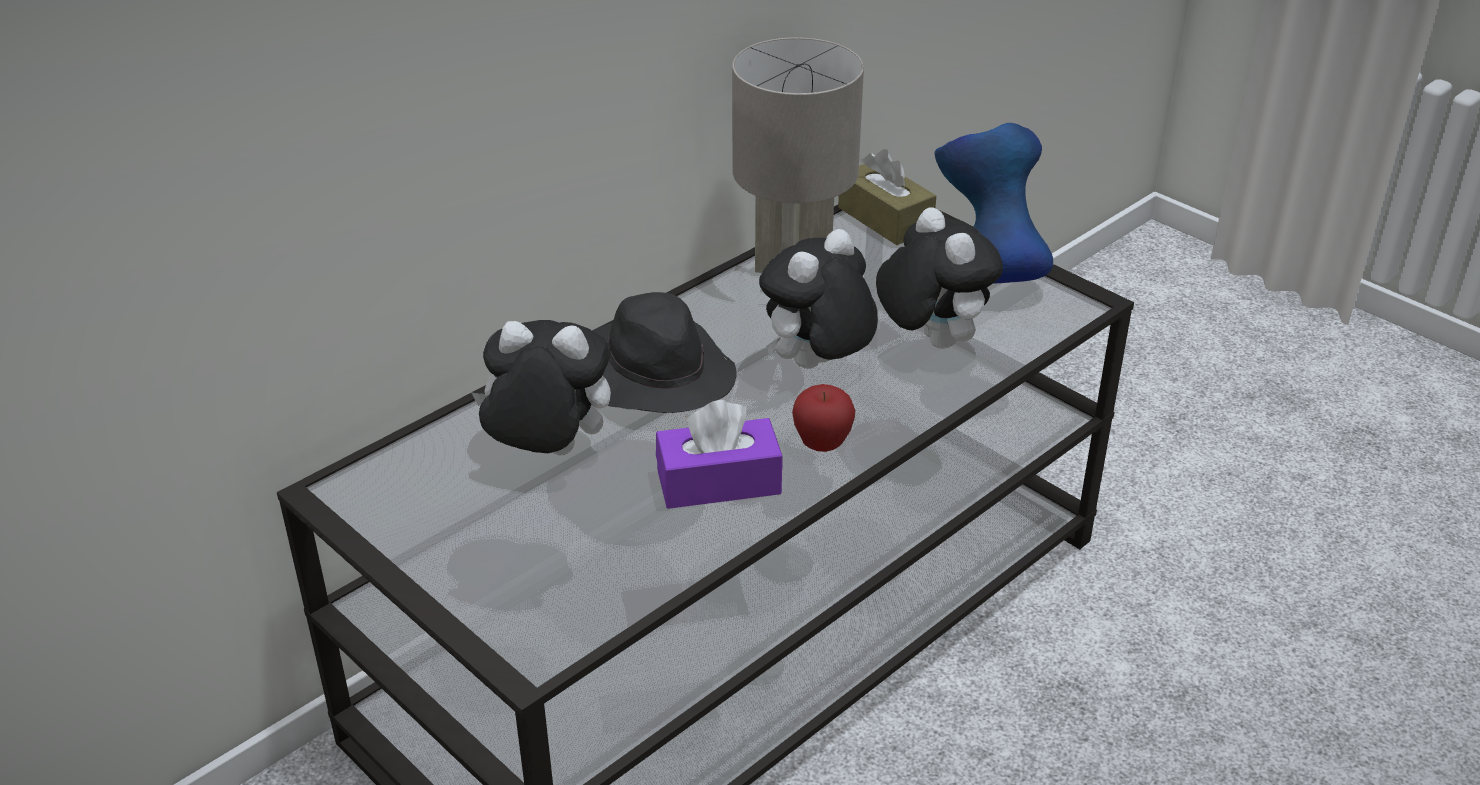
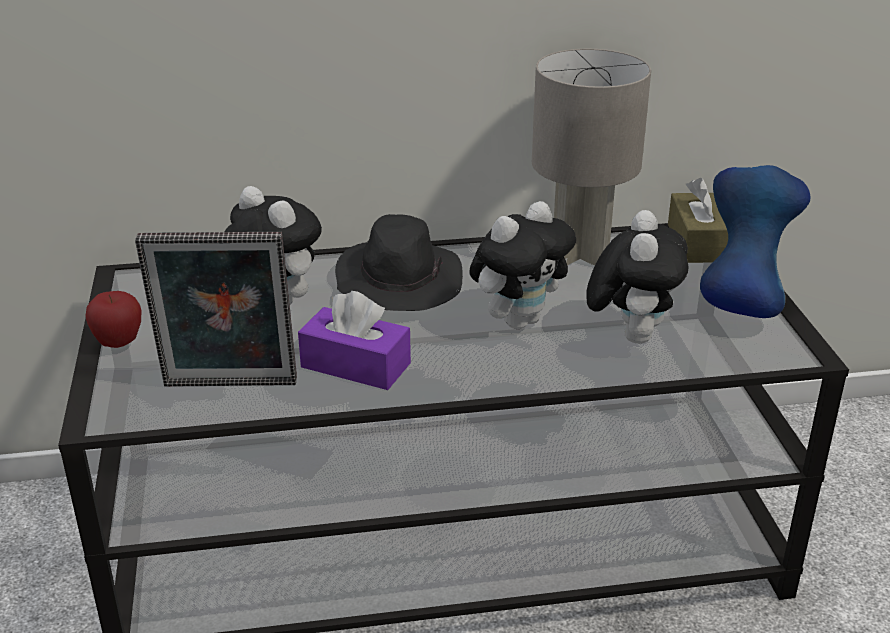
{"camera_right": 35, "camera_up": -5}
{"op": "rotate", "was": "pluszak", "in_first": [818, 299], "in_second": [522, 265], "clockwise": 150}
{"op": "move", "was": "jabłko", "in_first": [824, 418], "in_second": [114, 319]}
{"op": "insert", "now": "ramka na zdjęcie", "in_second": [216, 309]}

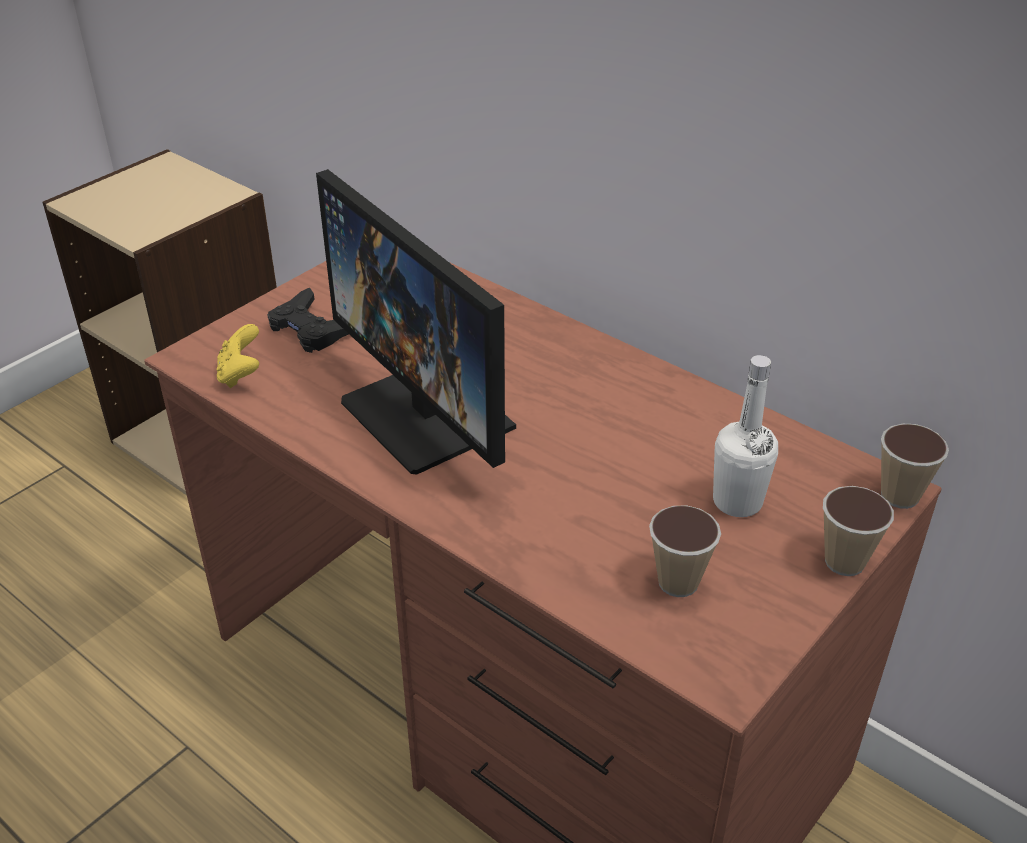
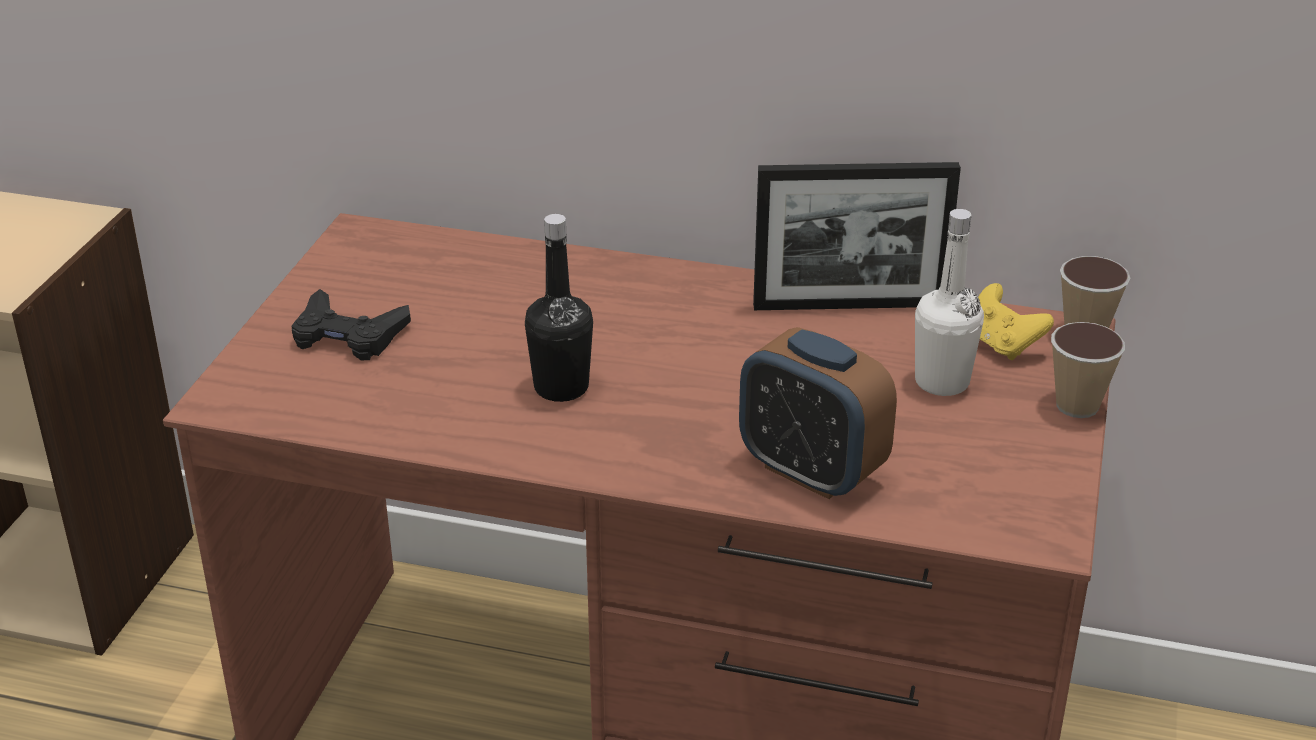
{"camera_right": -25, "camera_up": -5}
{"op": "move", "was": "pad do gier [żółty]", "in_first": [238, 356], "in_second": [1016, 321]}
{"op": "replace", "was": "monitor", "now": "butelka [czarny]", "in_first": [416, 321], "in_second": [559, 308]}
{"op": "delete", "was": "filiżanka", "in_first": [685, 551]}
{"op": "insert", "now": "budzik", "in_second": [818, 413]}
{"op": "insert", "now": "ramka na zdjęcie", "in_second": [857, 236]}

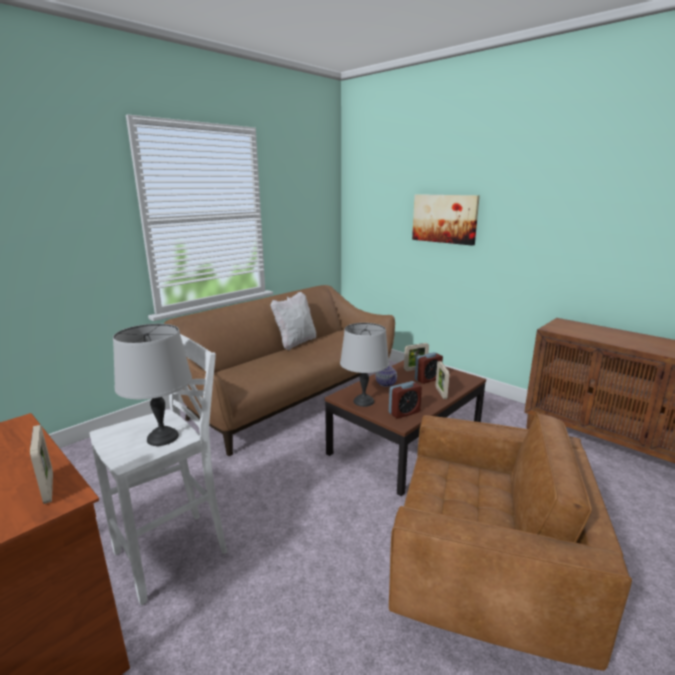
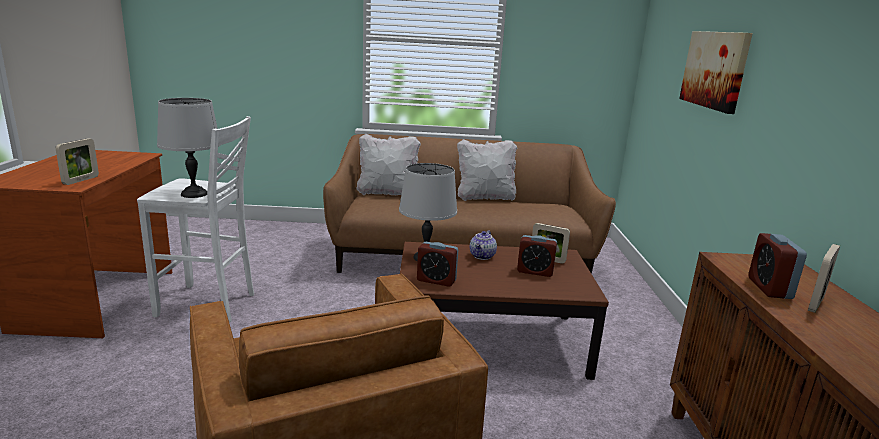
{"camera_right": 45, "camera_up": 0}
{"op": "move", "was": "ramka na zdjęcie", "in_first": [442, 380], "in_second": [824, 278]}
{"op": "insert", "now": "poduszka [biały]", "in_second": [388, 164]}
{"op": "insert", "now": "budzik", "in_second": [777, 266]}

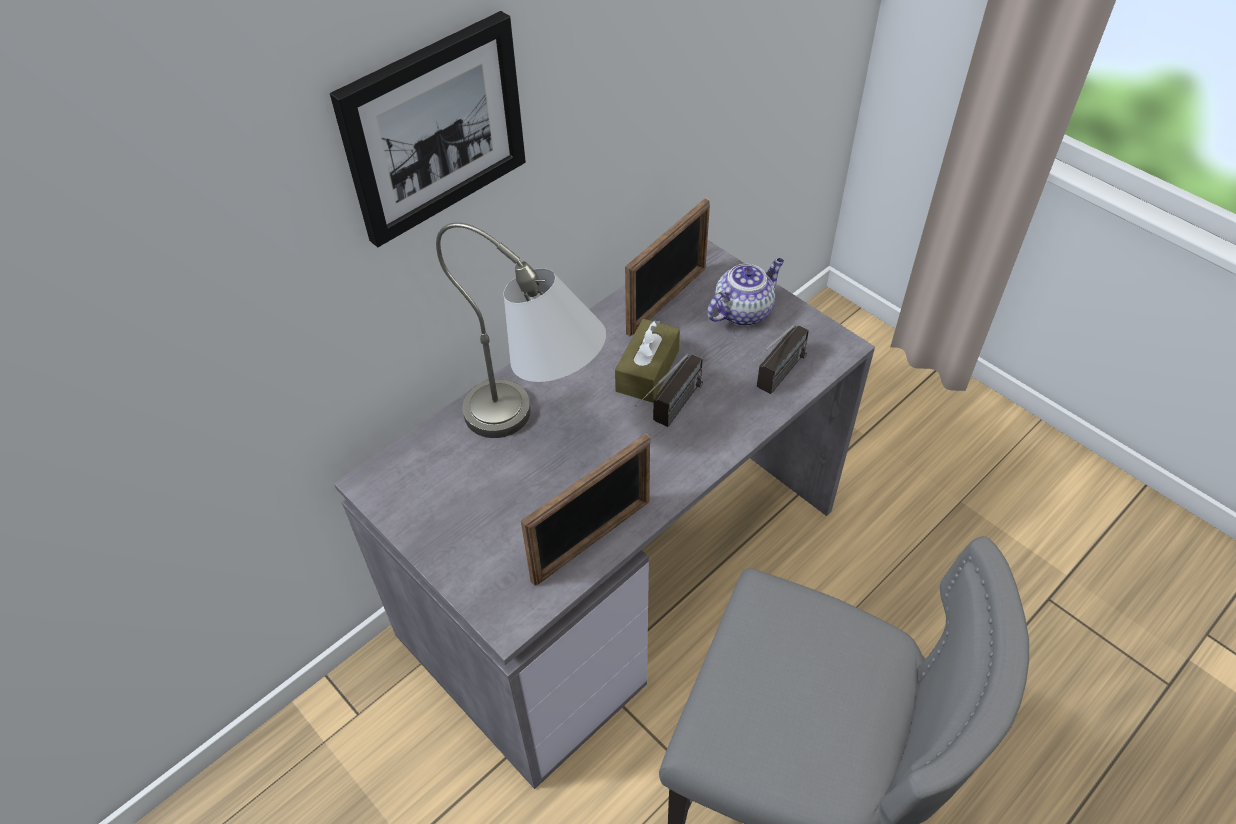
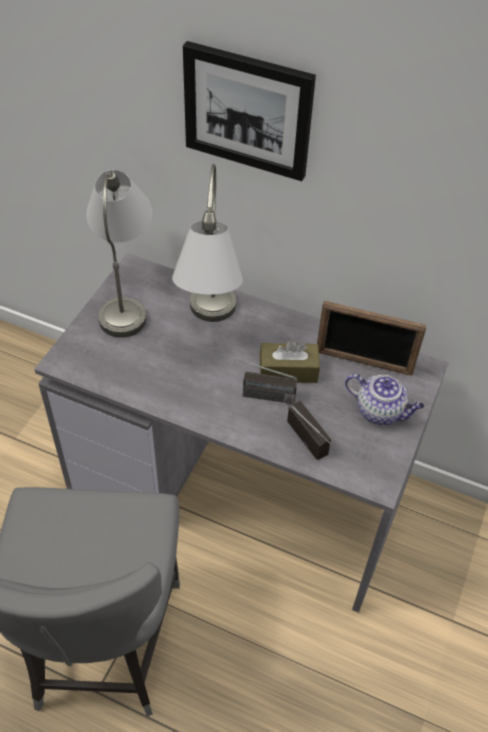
{"camera_right": 65, "camera_up": 0}
{"op": "delete", "was": "ramka na zdjęcie", "in_first": [585, 509]}
{"op": "rotate", "was": "radio", "in_first": [776, 359], "in_second": [314, 430], "clockwise": -135}
{"op": "insert", "now": "lampa stołowa [szary]", "in_second": [119, 253]}

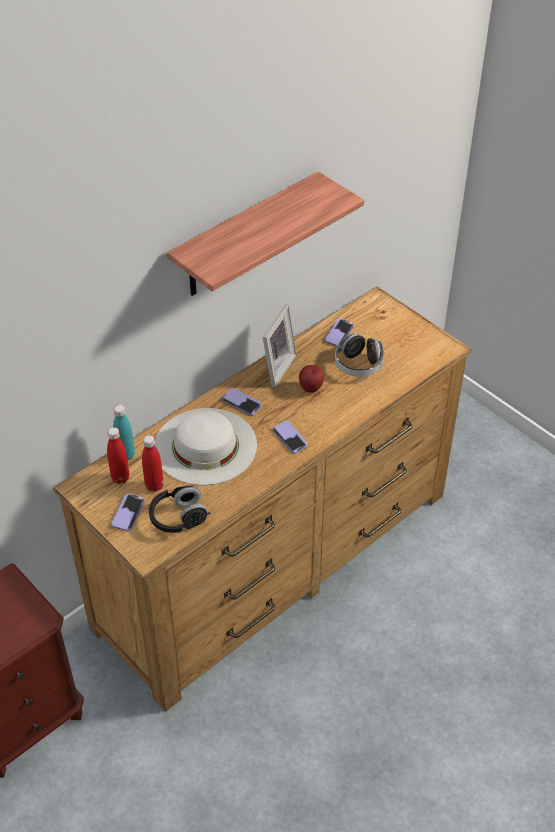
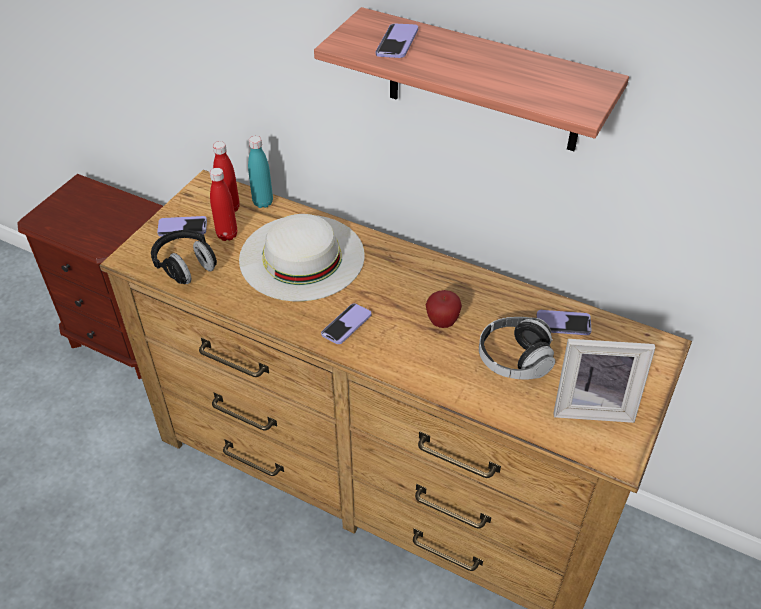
{"camera_right": 70, "camera_up": 0}
{"op": "move", "was": "telefon", "in_first": [242, 402], "in_second": [397, 41]}
{"op": "move", "was": "ramka na zdjęcie", "in_first": [279, 345], "in_second": [604, 381]}

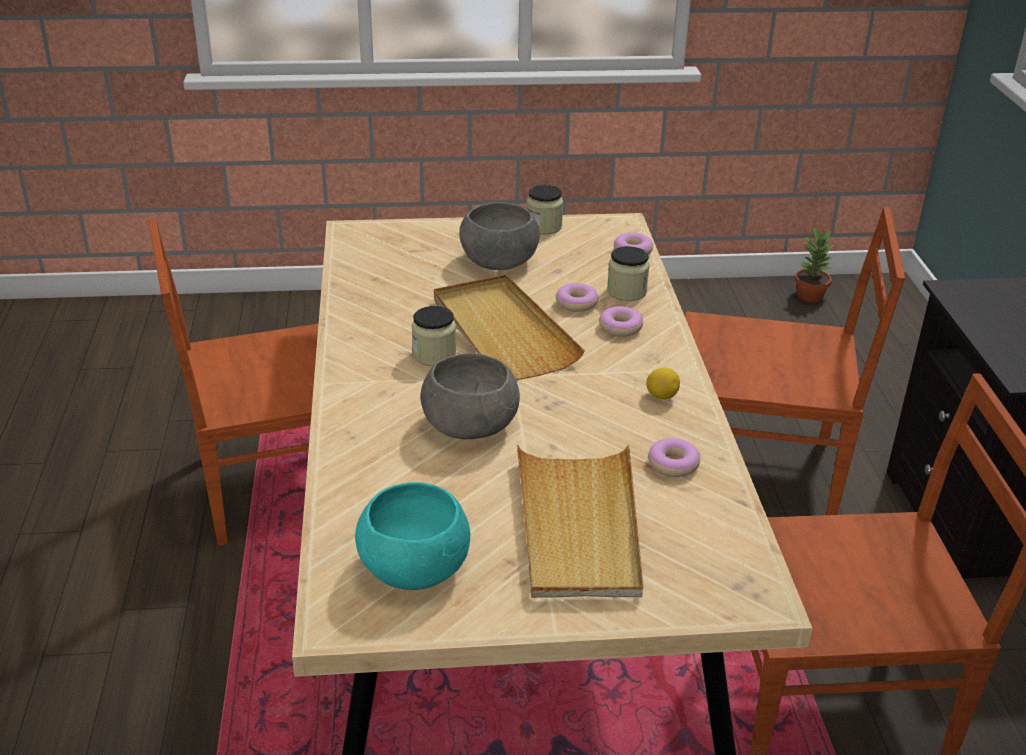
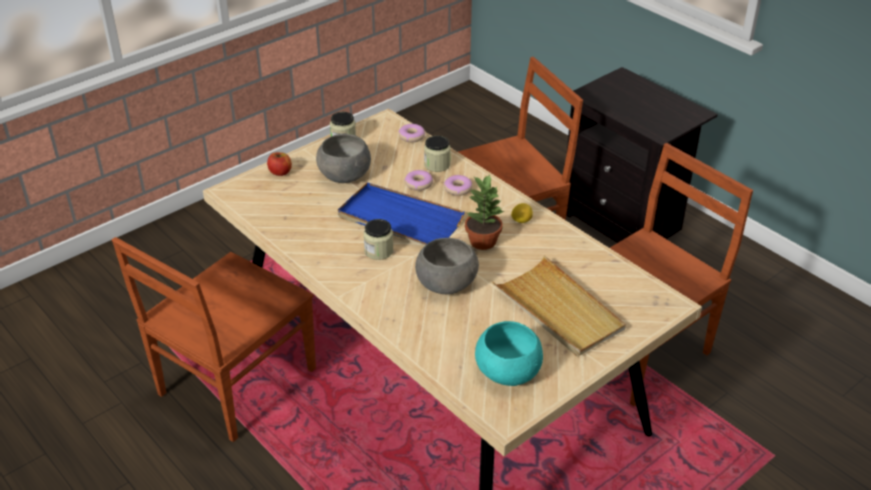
{"camera_right": -35, "camera_up": 5}
{"op": "recolor", "was": "taca [beżowy]", "now": "taca [niebieski]", "in_first": [509, 327], "in_second": [401, 214]}
{"op": "delete", "was": "donut", "in_first": [674, 457]}
{"op": "move", "was": "roślina doniczkowa", "in_first": [815, 264], "in_second": [484, 212]}
{"op": "insert", "now": "jabłko", "in_second": [279, 164]}

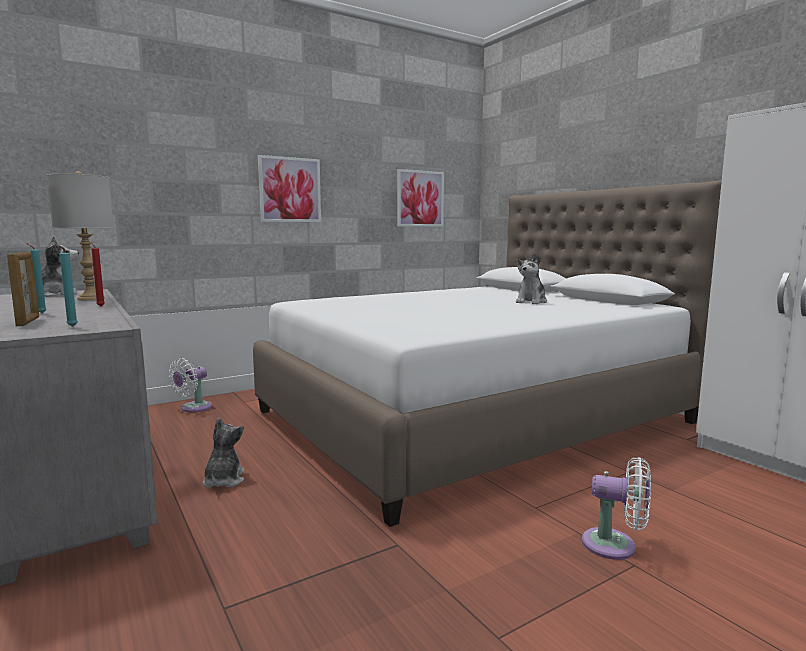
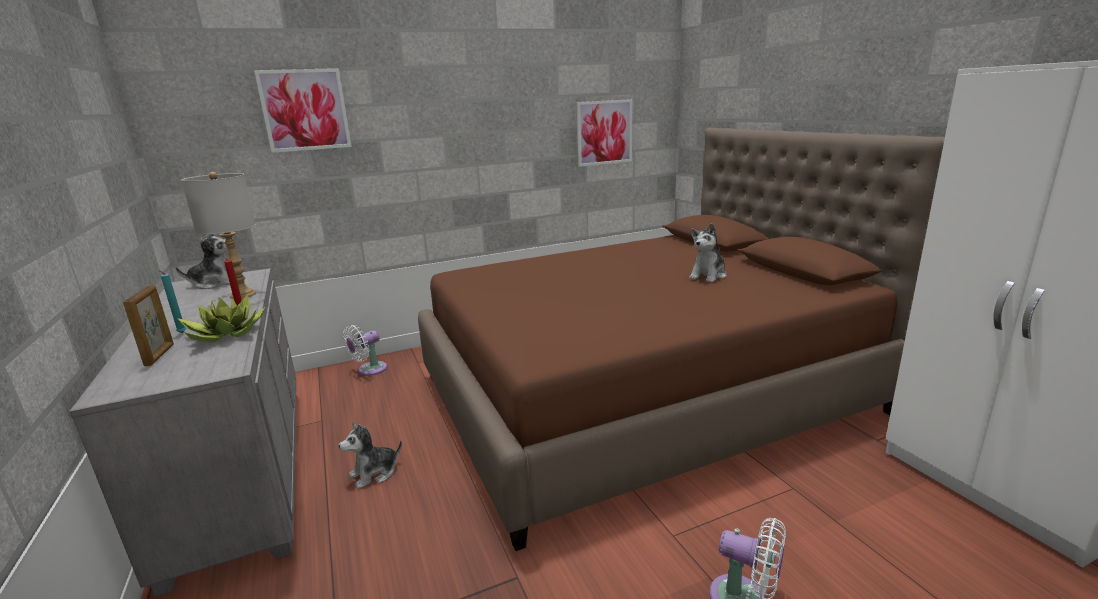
{"camera_right": 10, "camera_up": 10}
{"op": "delete", "was": "świeca [turkusowy]", "in_first": [68, 286]}
{"op": "rotate", "was": "pluszak", "in_first": [223, 452], "in_second": [370, 455], "clockwise": -135}
{"op": "recolor", "was": "łóżko [biały]", "now": "łóżko [brązowy]", "in_first": [487, 354], "in_second": [681, 339]}
{"op": "move", "was": "obraz", "in_first": [289, 188], "in_second": [303, 110]}
{"op": "insert", "now": "roślina doniczkowa", "in_second": [221, 319]}

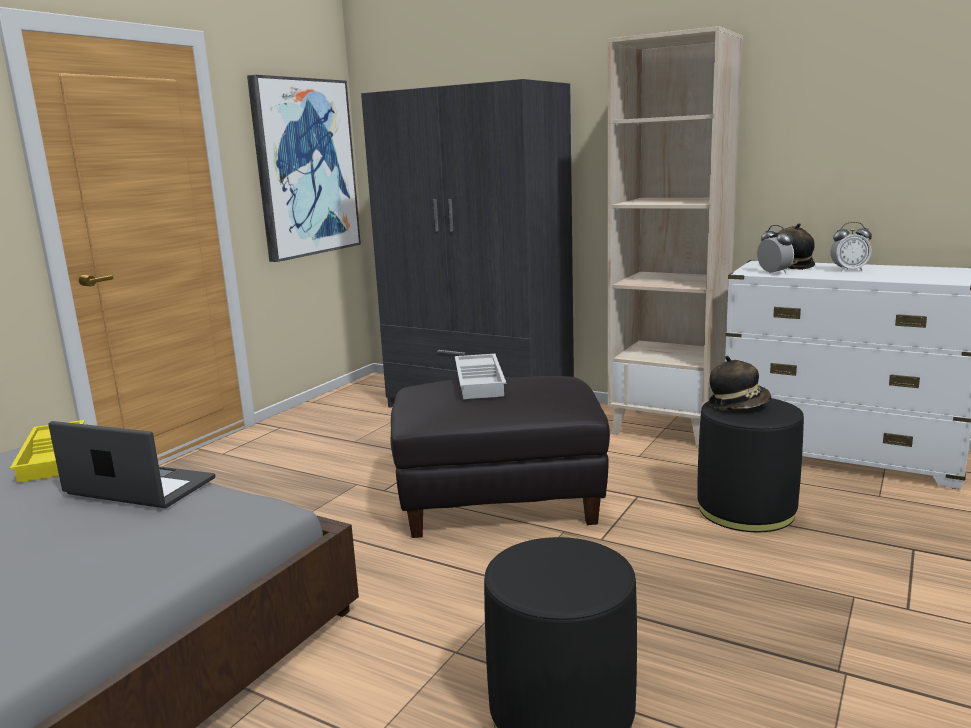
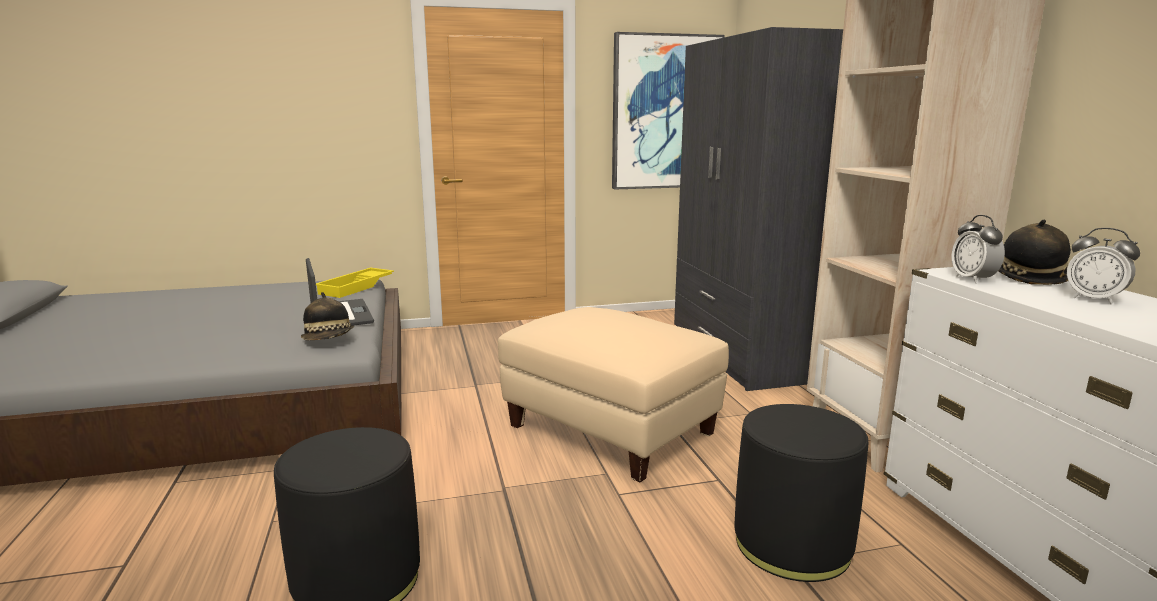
{"camera_right": 45, "camera_up": 0}
{"op": "recolor", "was": "pufa [czarny]", "now": "pufa [beżowy]", "in_first": [500, 457], "in_second": [613, 394]}
{"op": "delete", "was": "taca [biały]", "in_first": [480, 376]}
{"op": "move", "was": "kapelusz", "in_first": [740, 383], "in_second": [327, 316]}
{"op": "rotate", "was": "budzik", "in_first": [775, 249], "in_second": [978, 249], "clockwise": 150}

